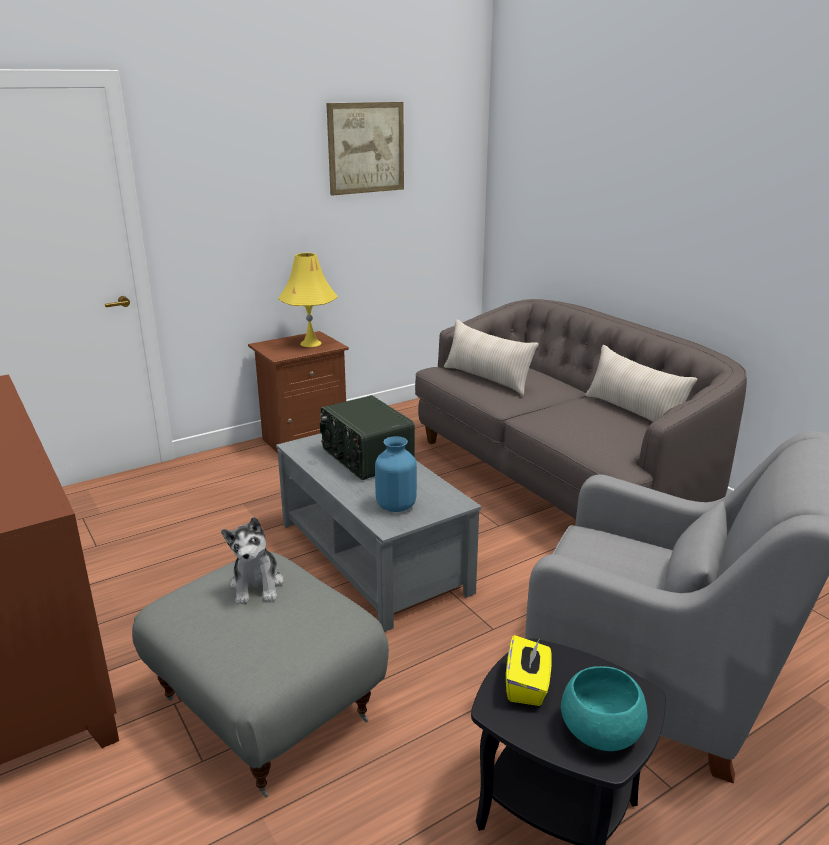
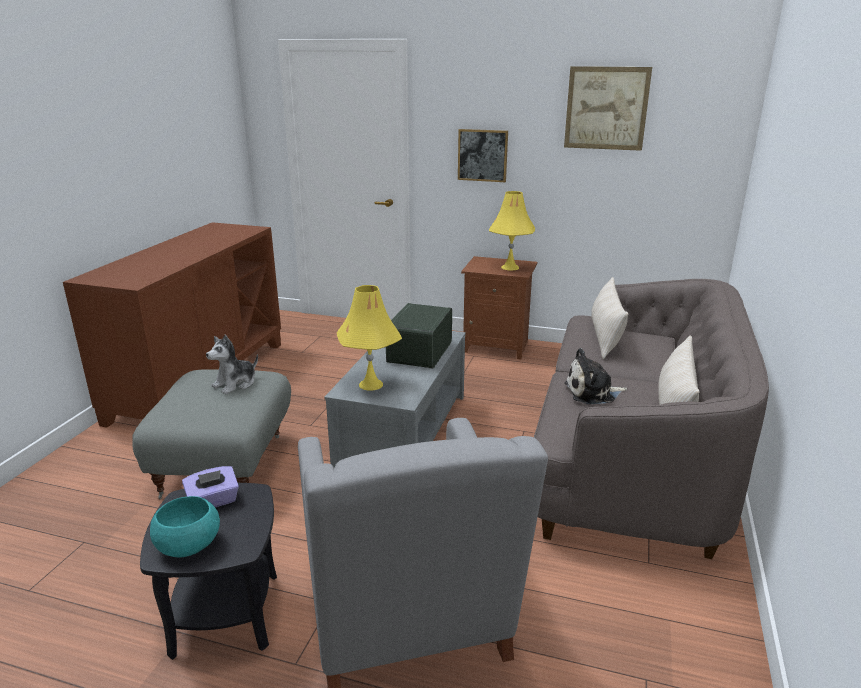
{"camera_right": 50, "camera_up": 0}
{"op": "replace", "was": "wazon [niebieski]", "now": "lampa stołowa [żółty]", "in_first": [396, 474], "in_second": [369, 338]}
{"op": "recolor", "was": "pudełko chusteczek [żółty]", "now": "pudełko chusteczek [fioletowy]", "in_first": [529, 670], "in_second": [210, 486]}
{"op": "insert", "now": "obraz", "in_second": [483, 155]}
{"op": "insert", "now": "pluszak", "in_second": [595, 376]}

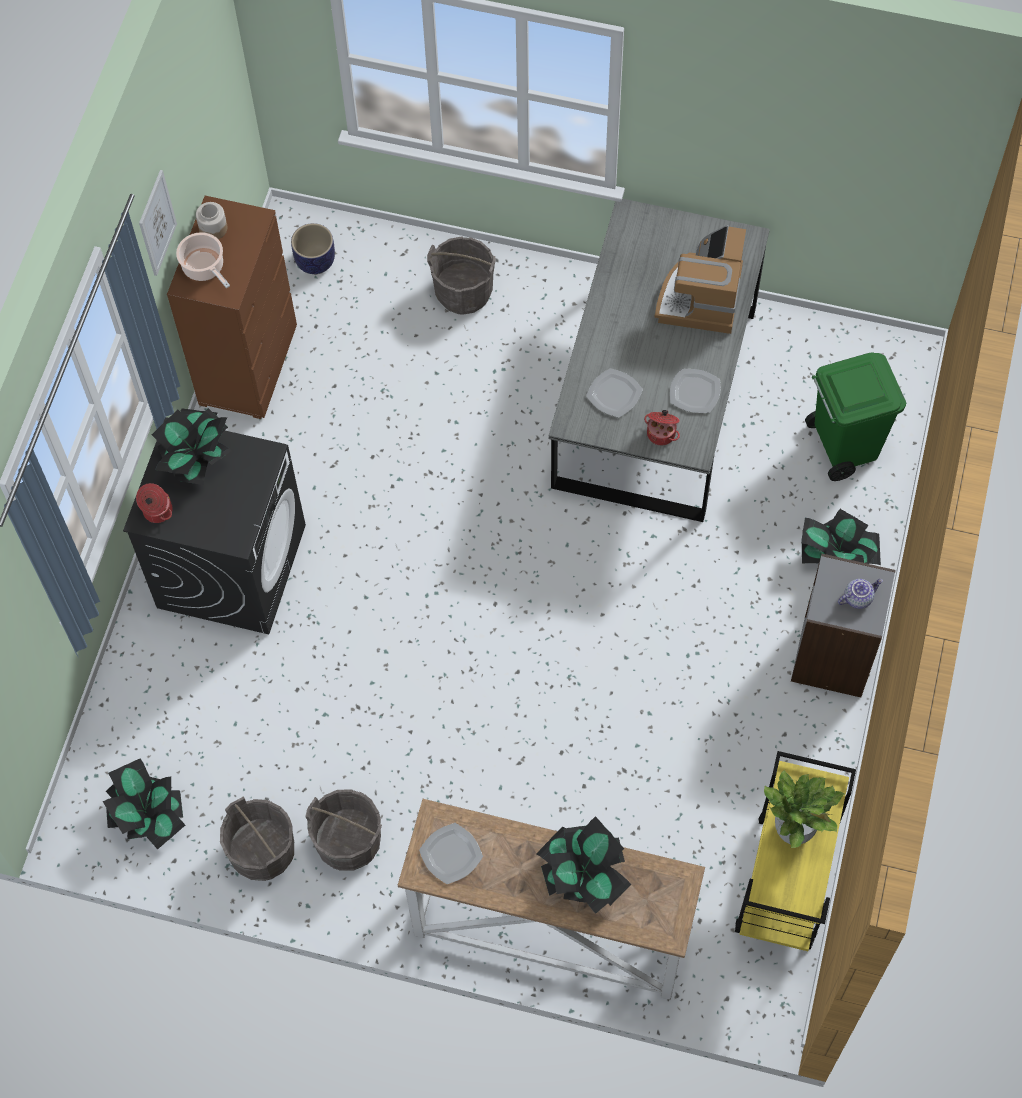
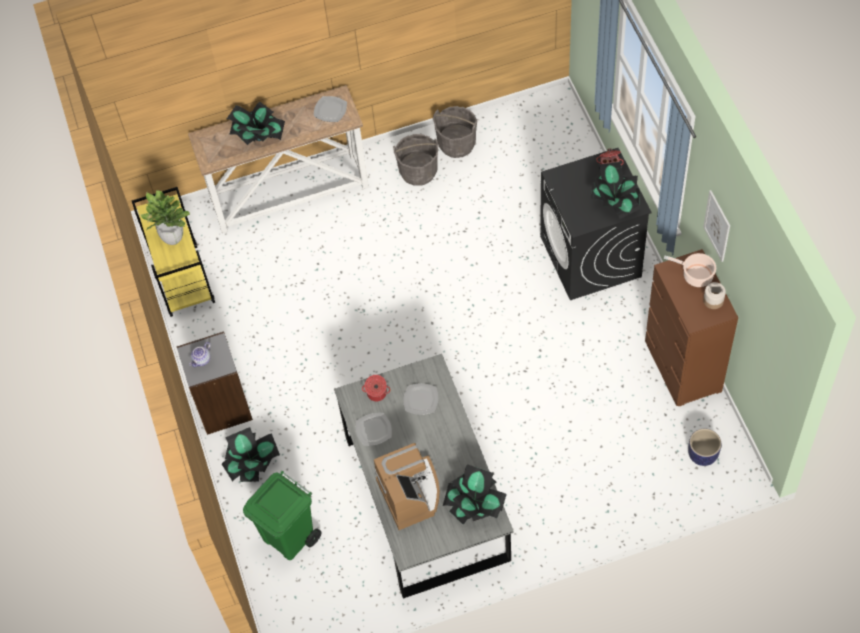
{"camera_right": 150, "camera_up": -5}
{"op": "move", "was": "roślina doniczkowa", "in_first": [144, 804], "in_second": [475, 494]}
{"op": "delete", "was": "wiadro [szary]", "in_first": [461, 275]}

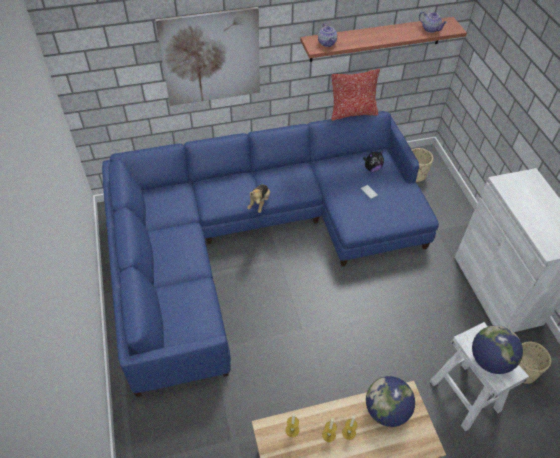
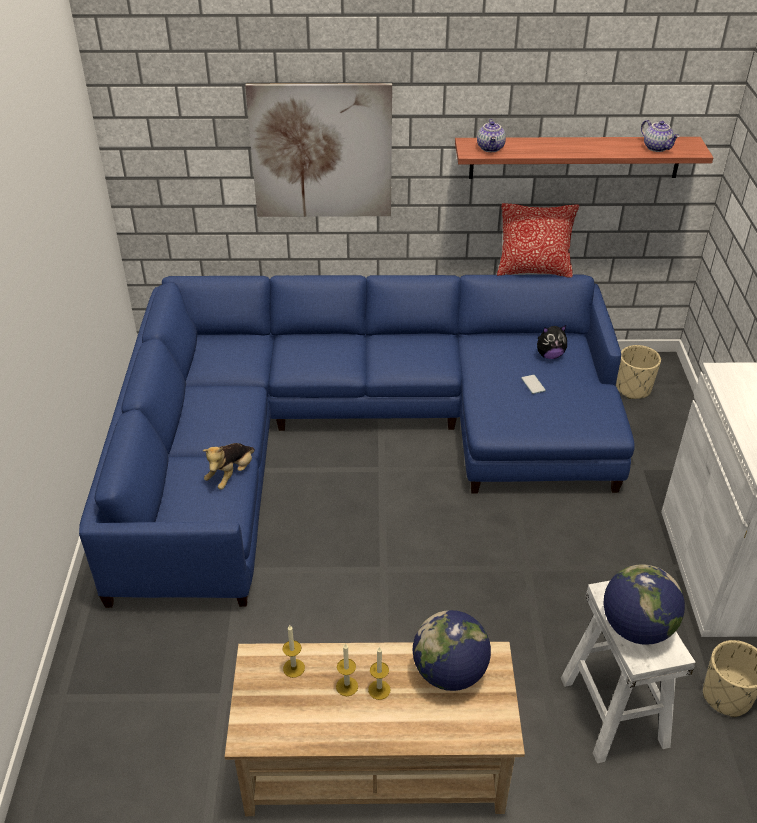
{"camera_right": 15, "camera_up": -10}
{"op": "move", "was": "pluszak", "in_first": [258, 198], "in_second": [229, 466]}

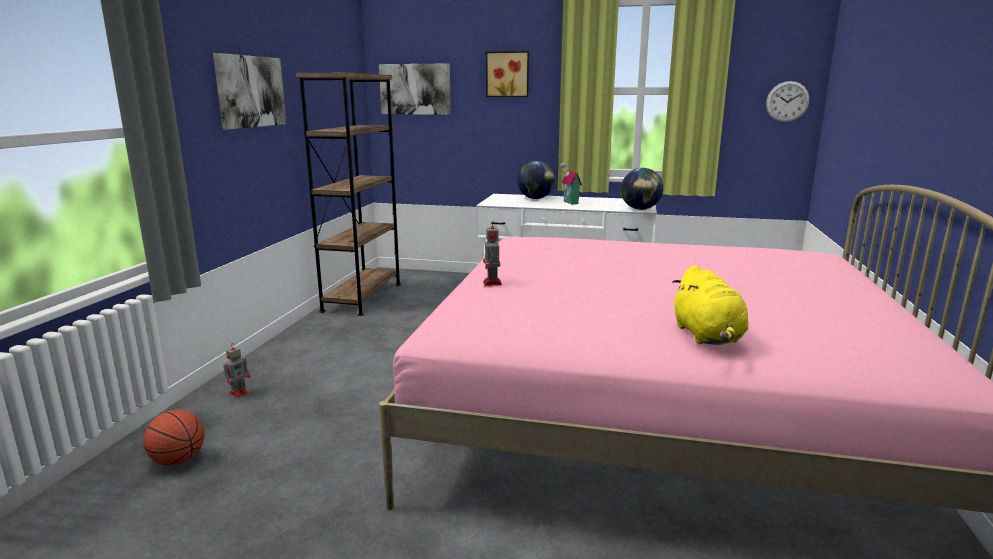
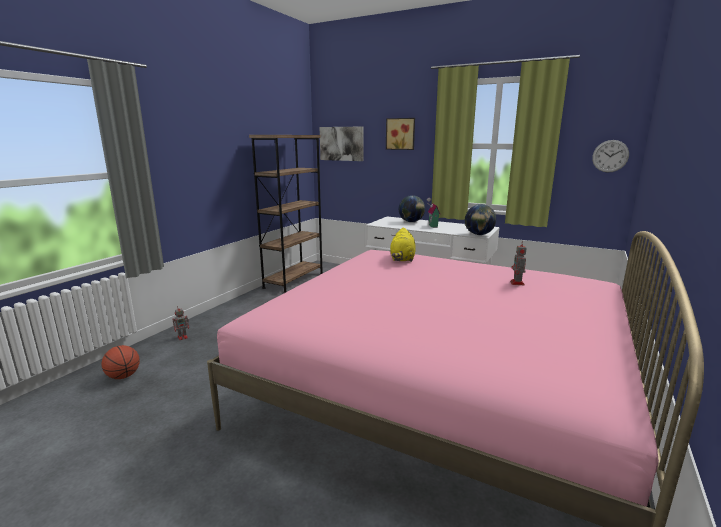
{"camera_right": 15, "camera_up": 0}
{"op": "delete", "was": "obraz", "in_first": [250, 91]}
{"op": "move", "was": "robot zabawkowy", "in_first": [492, 253], "in_second": [518, 263]}
{"op": "move", "was": "pluszak [żółty]", "in_first": [710, 305], "in_second": [403, 245]}

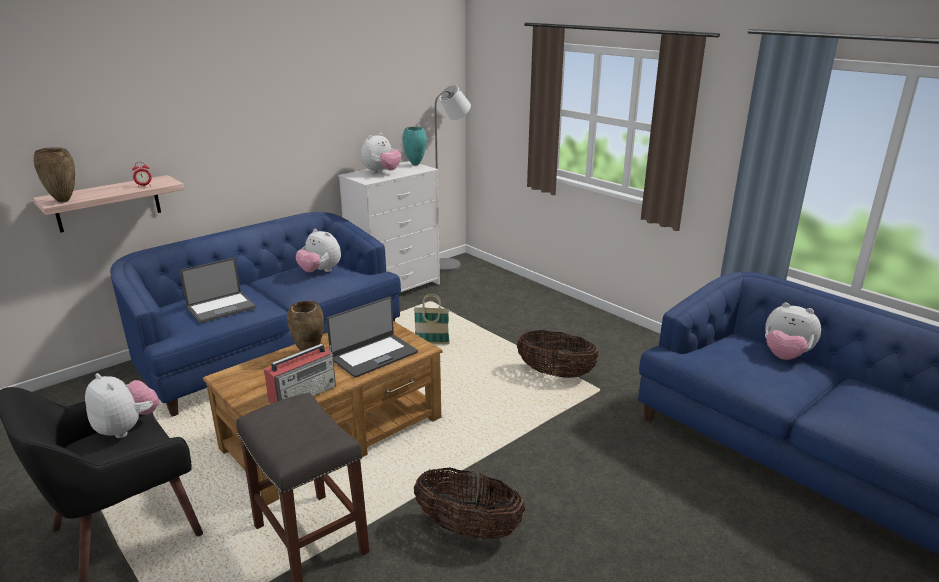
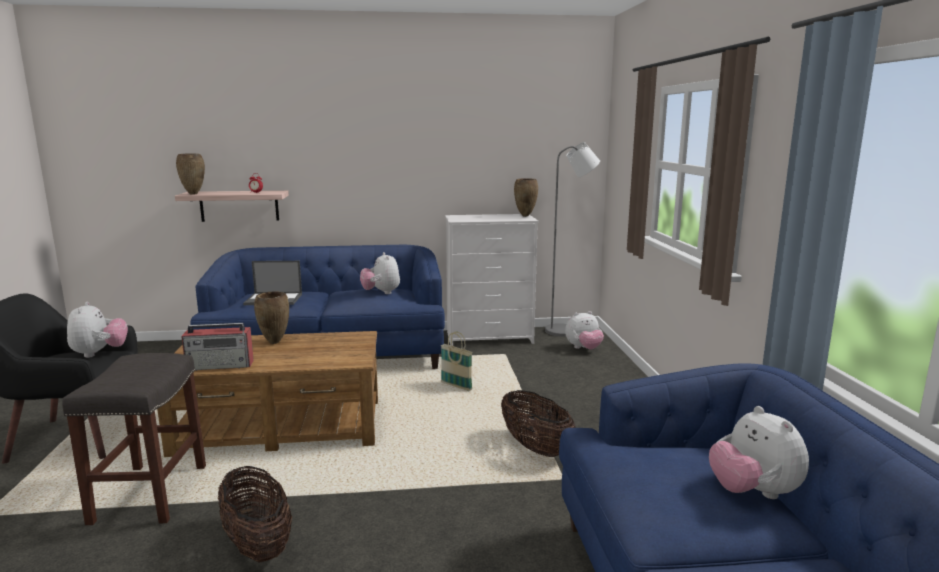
{"camera_right": 35, "camera_up": -10}
{"op": "delete", "was": "laptop", "in_first": [372, 337]}
{"op": "move", "was": "pluszak", "in_first": [381, 153], "in_second": [584, 330]}
{"op": "recolor", "was": "wazon [turkusowy]", "now": "wazon [brązowy]", "in_first": [415, 146], "in_second": [526, 197]}

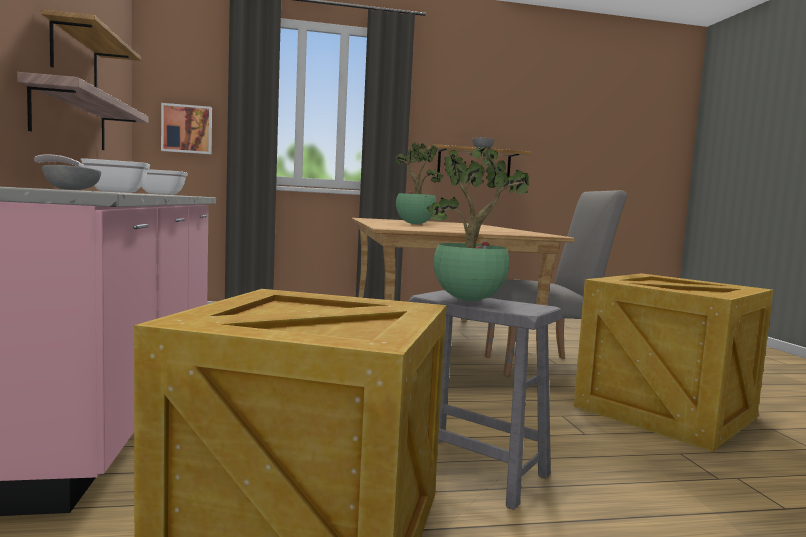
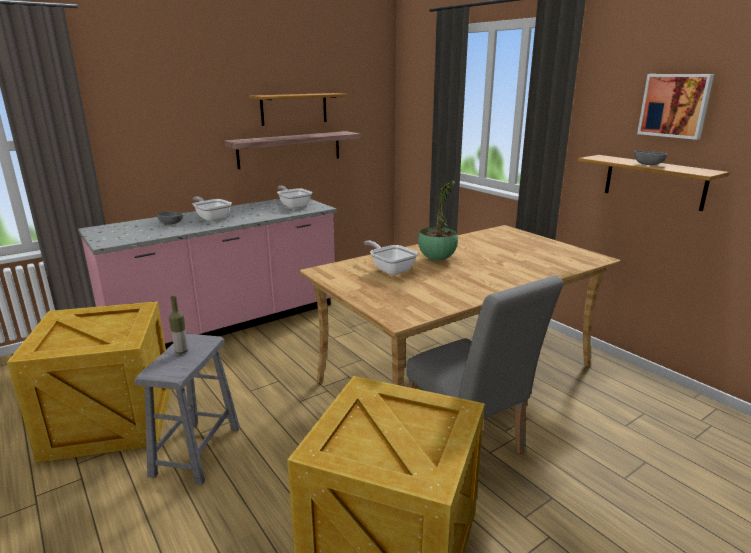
{"camera_right": 65, "camera_up": 15}
{"op": "move", "was": "obraz", "in_first": [186, 128], "in_second": [675, 107]}
{"op": "replace", "was": "roślina doniczkowa", "now": "butelka", "in_first": [478, 223], "in_second": [178, 325]}
{"op": "insert", "now": "patelnia", "in_second": [391, 257]}

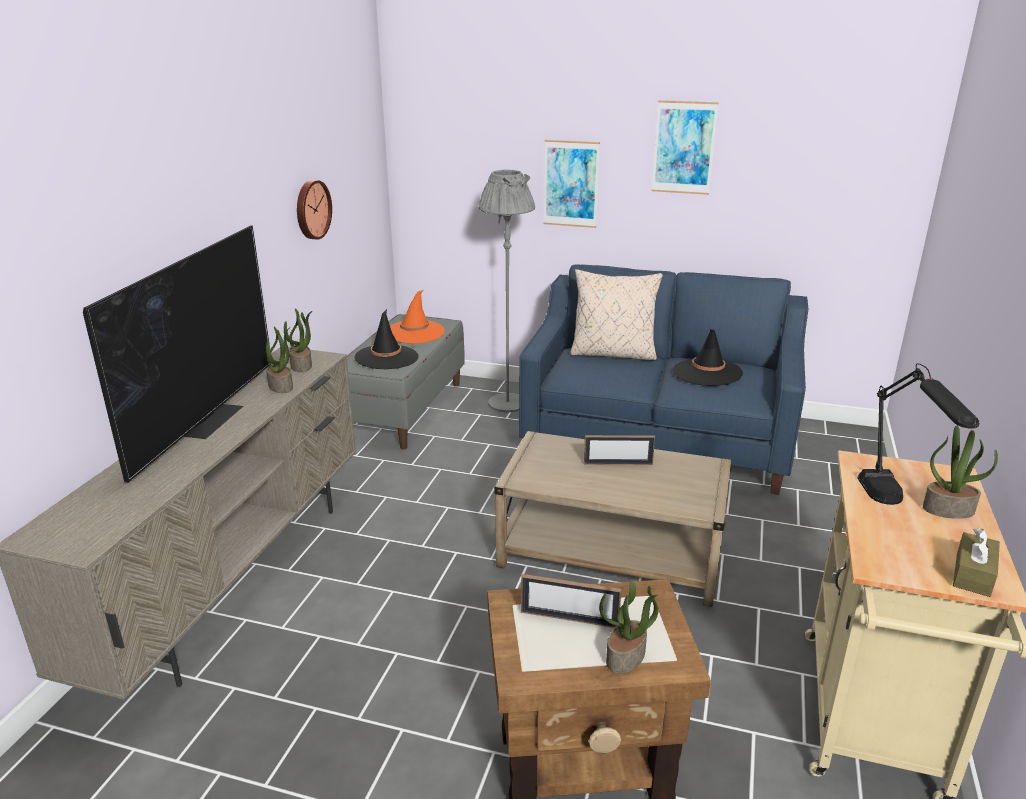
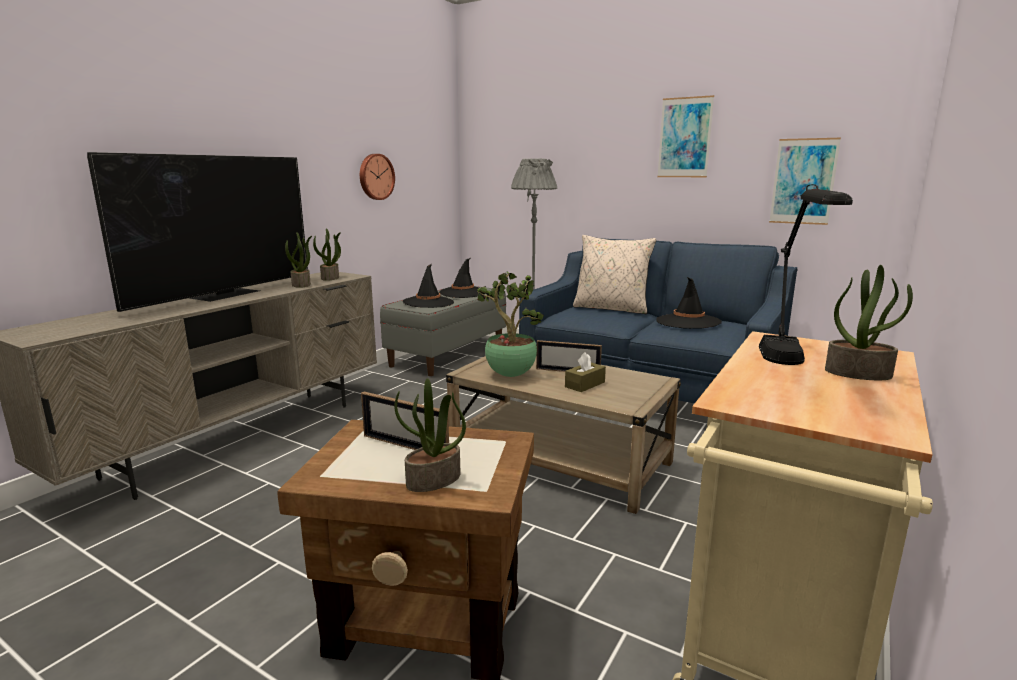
{"camera_right": 15, "camera_up": -10}
{"op": "recolor", "was": "kapelusz [pomarańczowy]", "now": "kapelusz [czarny]", "in_first": [417, 317], "in_second": [460, 278]}
{"op": "move", "was": "obraz", "in_first": [571, 184], "in_second": [805, 181]}
{"op": "move", "was": "pudełko chusteczek [brązowy]", "in_first": [976, 562], "in_second": [585, 372]}
{"op": "insert", "now": "roślina doniczkowa", "in_second": [510, 324]}

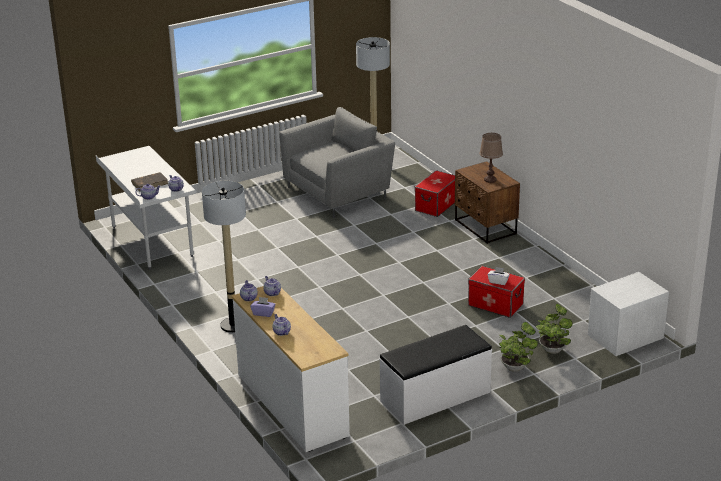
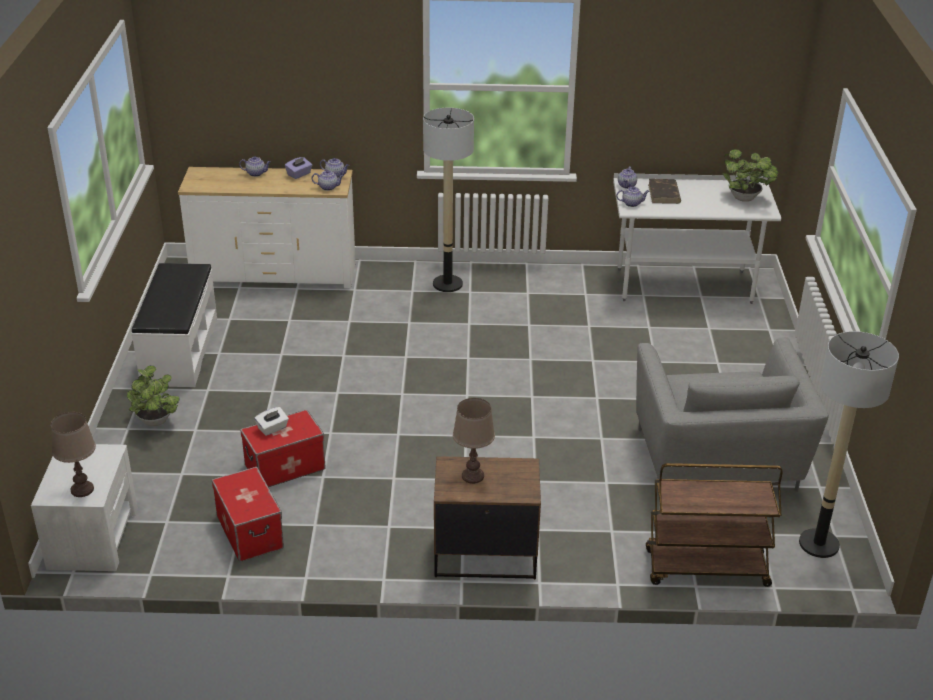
{"camera_right": 120, "camera_up": 5}
{"op": "move", "was": "pojemnik do przechowywania", "in_first": [435, 193], "in_second": [248, 514]}
{"op": "move", "was": "roślina doniczkowa", "in_first": [554, 329], "in_second": [750, 175]}
{"op": "insert", "now": "lampa stołowa [brązowy]", "in_second": [73, 454]}
{"op": "insert", "now": "wózek [brązowy]", "in_second": [714, 525]}

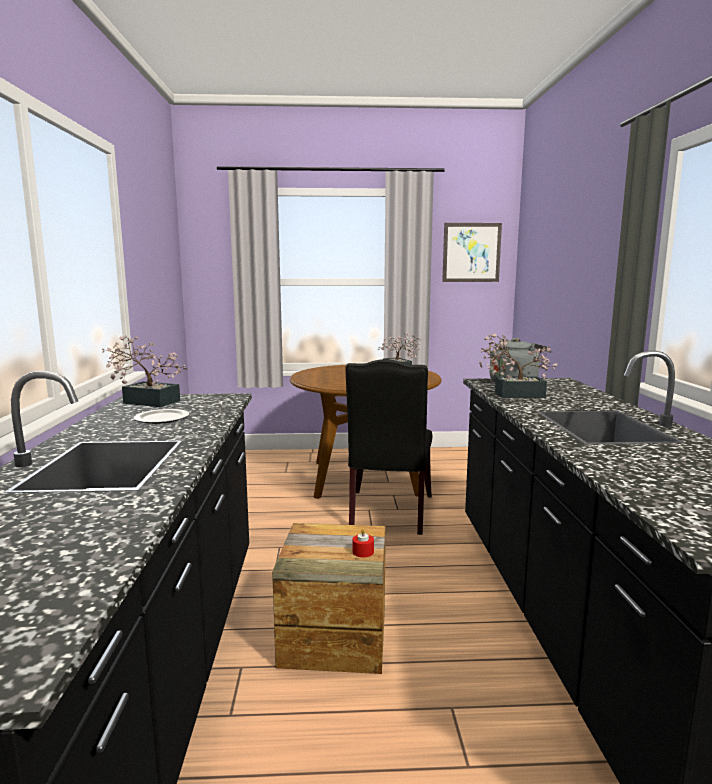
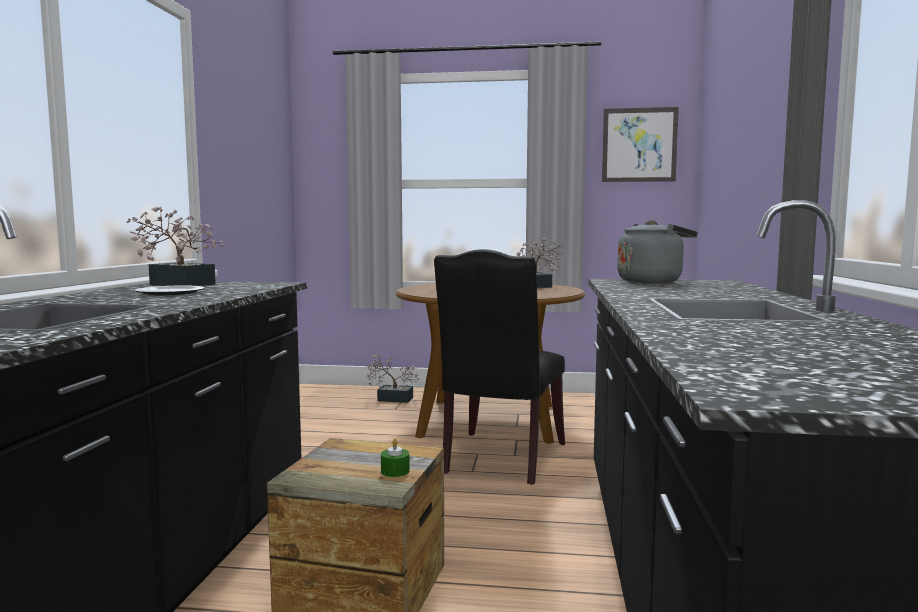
{"camera_right": 10, "camera_up": -5}
{"op": "recolor", "was": "świeca [czerwony]", "now": "świeca [zielony]", "in_first": [363, 542], "in_second": [395, 457]}
{"op": "move", "was": "roślina doniczkowa", "in_first": [518, 365], "in_second": [393, 378]}

